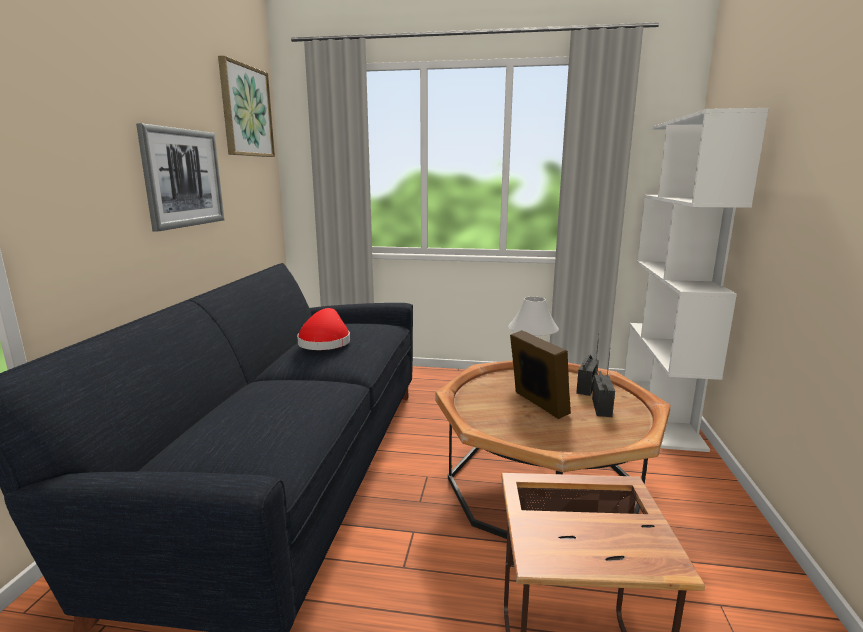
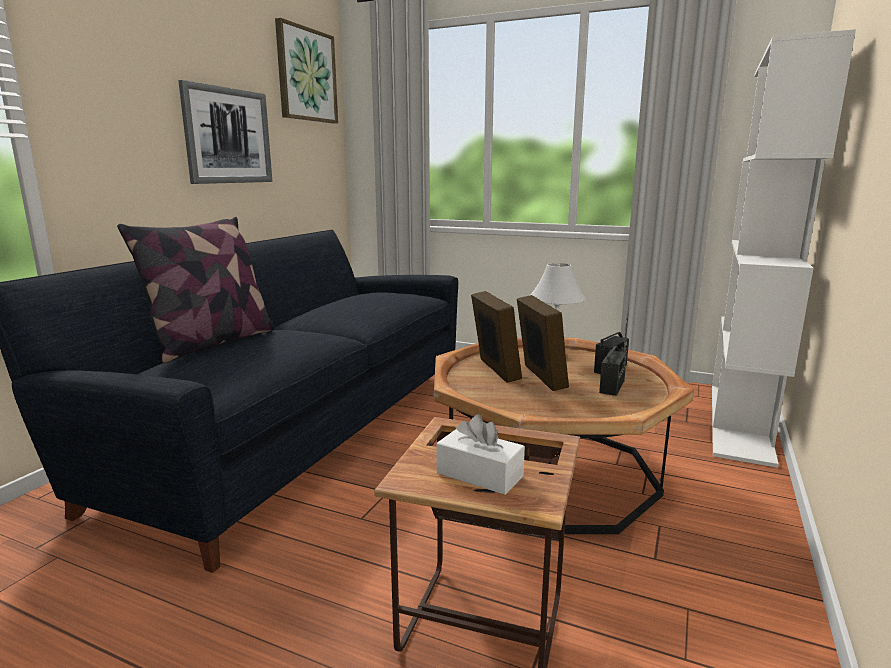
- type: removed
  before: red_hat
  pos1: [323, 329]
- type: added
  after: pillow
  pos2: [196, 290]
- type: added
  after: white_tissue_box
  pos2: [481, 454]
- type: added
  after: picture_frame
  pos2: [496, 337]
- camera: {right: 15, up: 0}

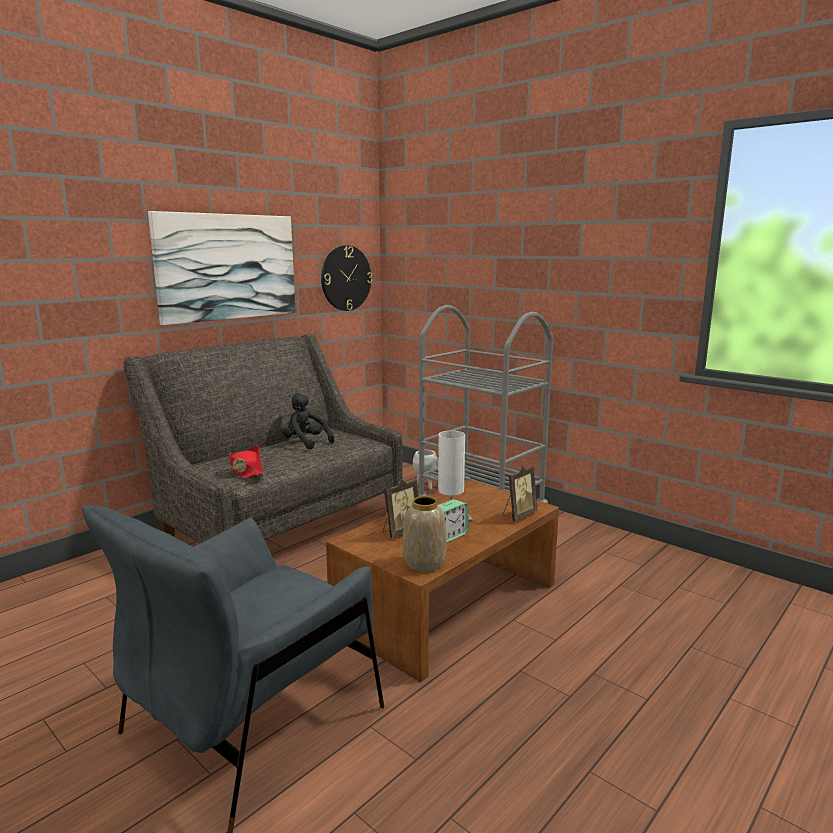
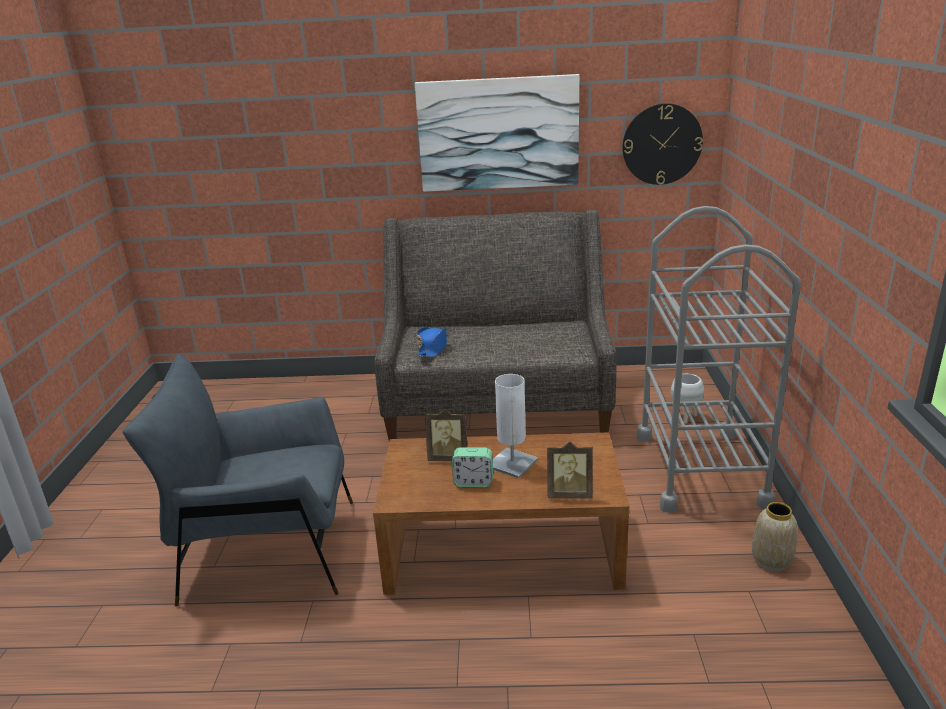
- type: recoloured
  before: red_hat
  after: blue_hat
  pos1: [246, 462]
  pos2: [432, 342]
- type: removed
  before: black_plush_toy
  pos1: [308, 421]
- type: moved
  before: vase
  pos1: [425, 534]
  pos2: [775, 536]
- camera: {right: 50, up: 10}

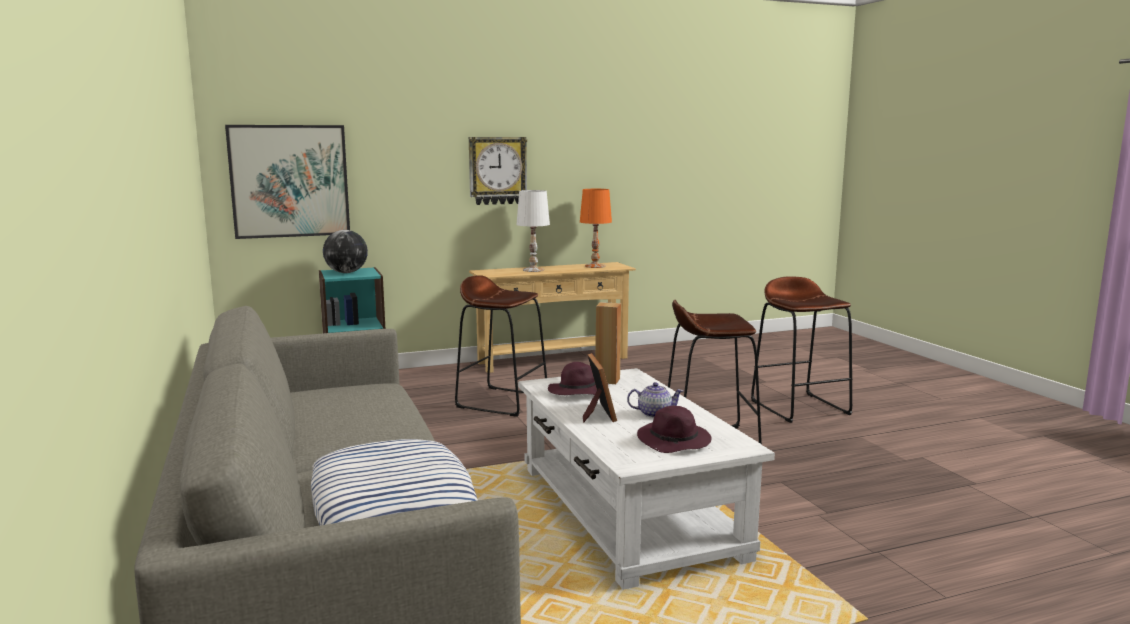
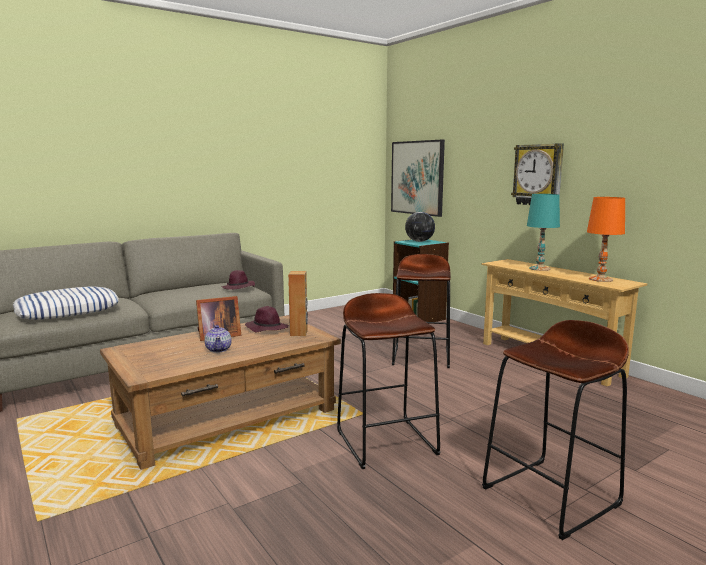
- type: recoloured
  before: white_table_lamp
  after: turquoise_table_lamp
  pos1: [533, 231]
  pos2: [543, 232]
- type: recoloured
  before: white_coffee_table
  after: brown_coffee_table
  pos1: [646, 479]
  pos2: [220, 392]
- type: moved
  before: purple_hat
  pos1: [674, 429]
  pos2: [238, 280]
- camera: {right: 75, up: 0}

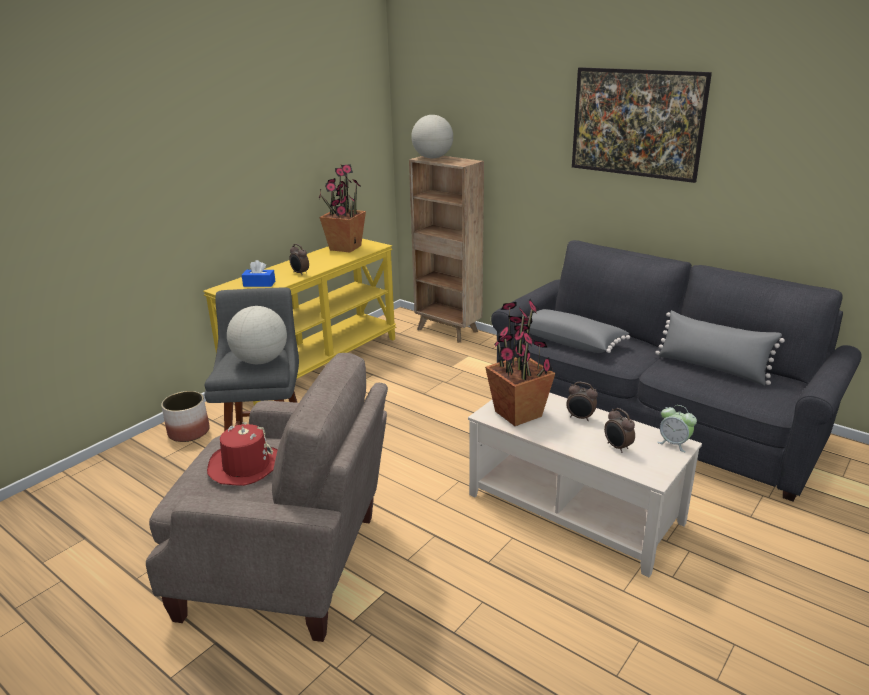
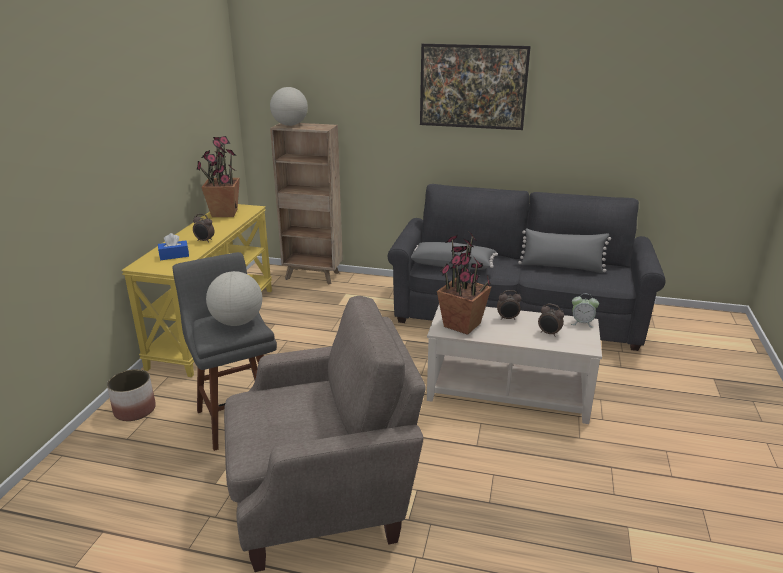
- type: removed
  before: red_hat
  pos1: [242, 454]
- camera: {right: -25, up: 0}

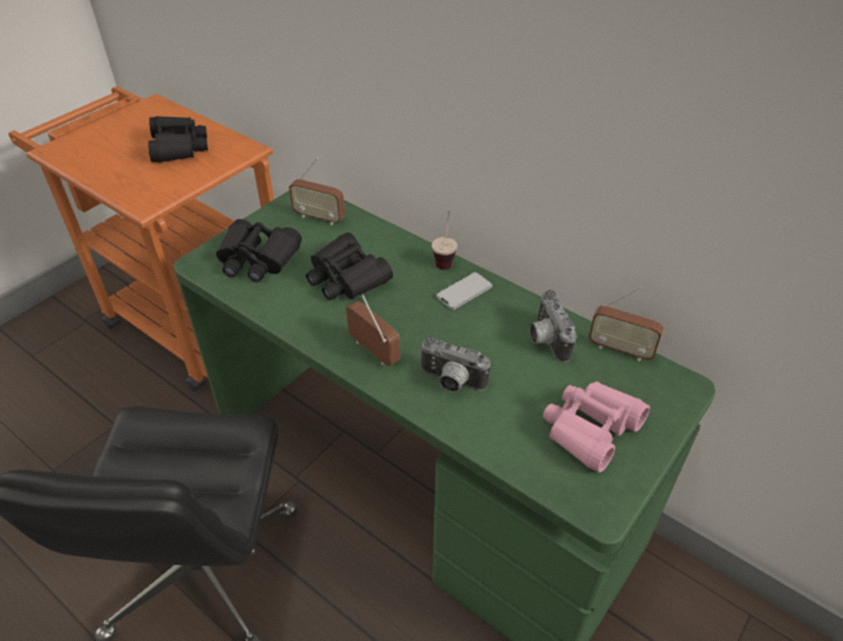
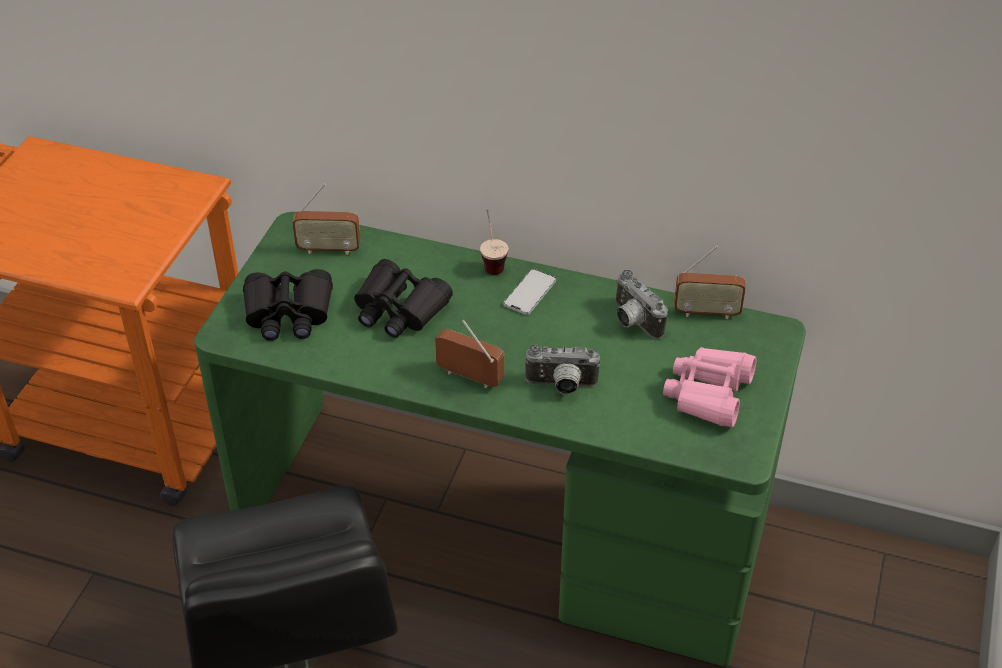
- type: removed
  before: black_binoculars
  pos1: [178, 139]
- camera: {right: -20, up: 0}

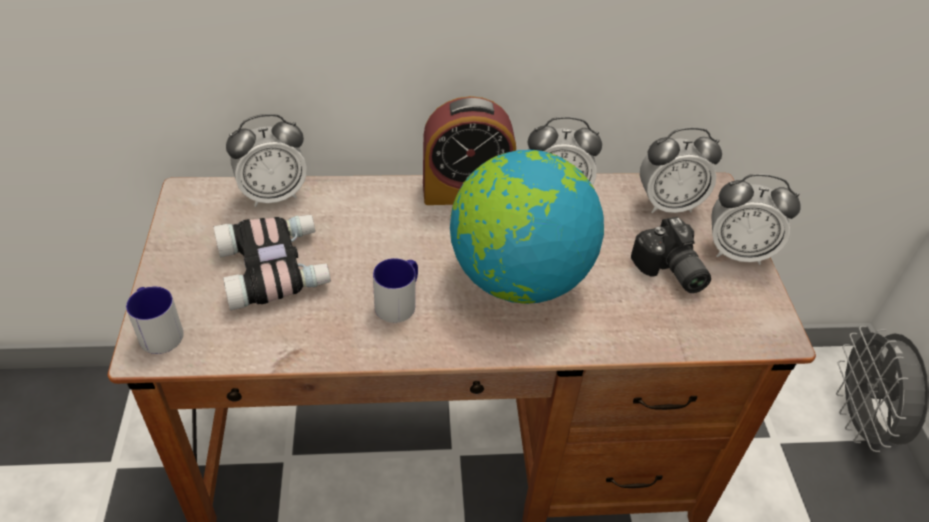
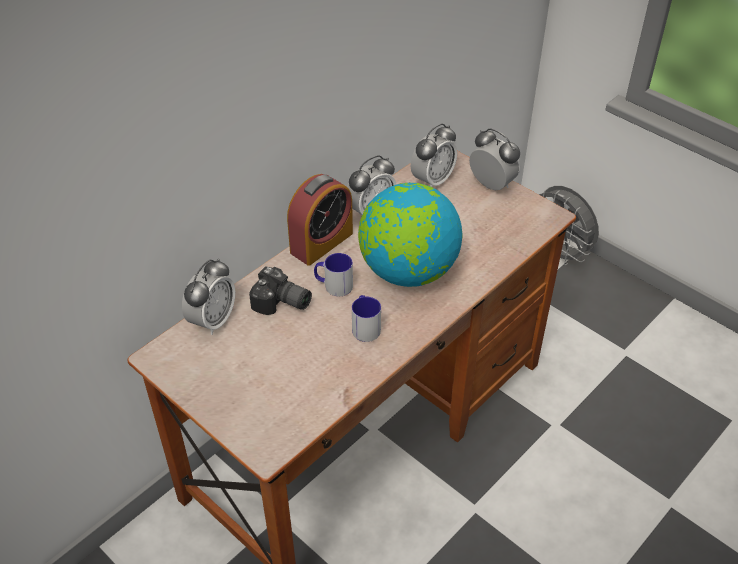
- type: moved
  before: mug
  pos1: [154, 320]
  pos2: [333, 274]
- type: removed
  before: binoculars
  pos1: [272, 262]
- type: moved
  before: photo_camera
  pos1: [671, 255]
  pos2: [280, 291]
- type: turned
  before: alarm_clock
  pos1: [756, 219]
  pos2: [494, 159]
  turn: -105
- camera: {right: -40, up: 0}

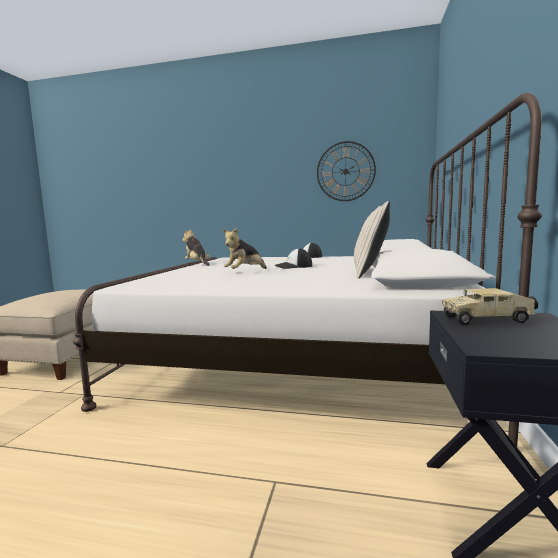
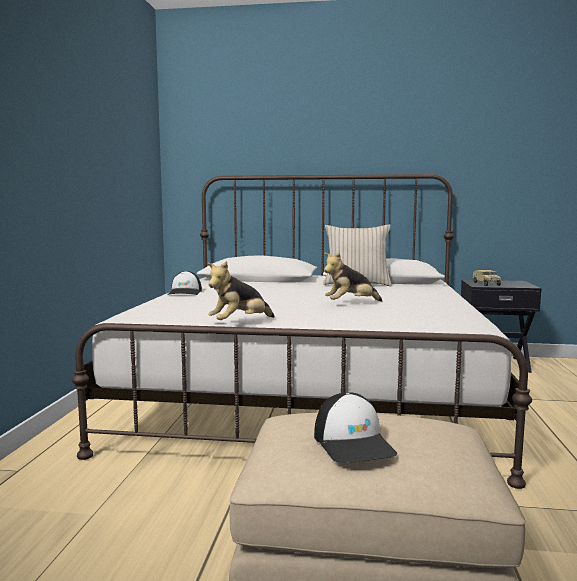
- type: turned
  before: plush_toy
  pos1: [245, 248]
  pos2: [353, 277]
  turn: 120
- type: moved
  before: cap
  pos1: [293, 258]
  pos2: [355, 427]
- type: removed
  before: wall_clock
  pos1: [346, 171]
- camera: {right: -95, up: 0}

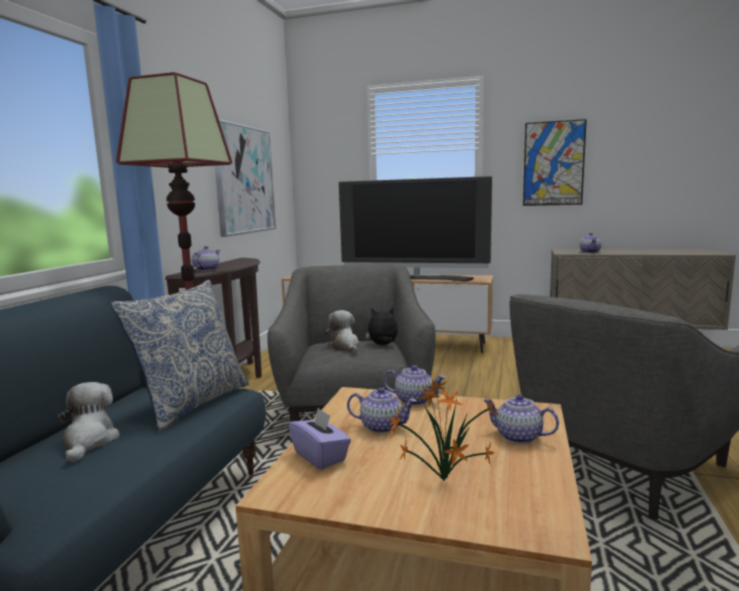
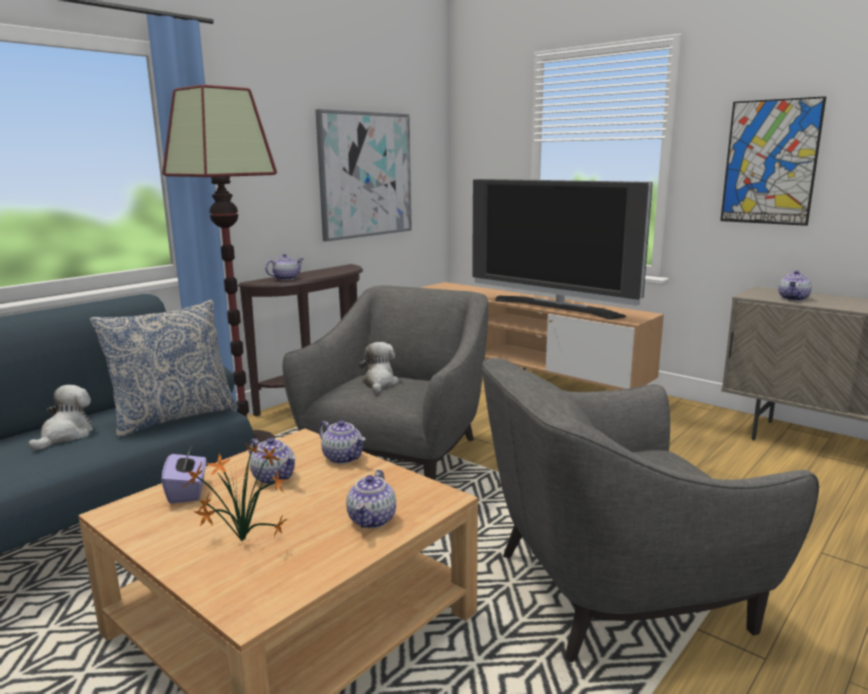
- type: removed
  before: plush_toy
  pos1: [381, 326]
- type: turned
  before: teapot
  pos1: [521, 419]
  pos2: [371, 499]
  turn: -135
- camera: {right: 25, up: 5}

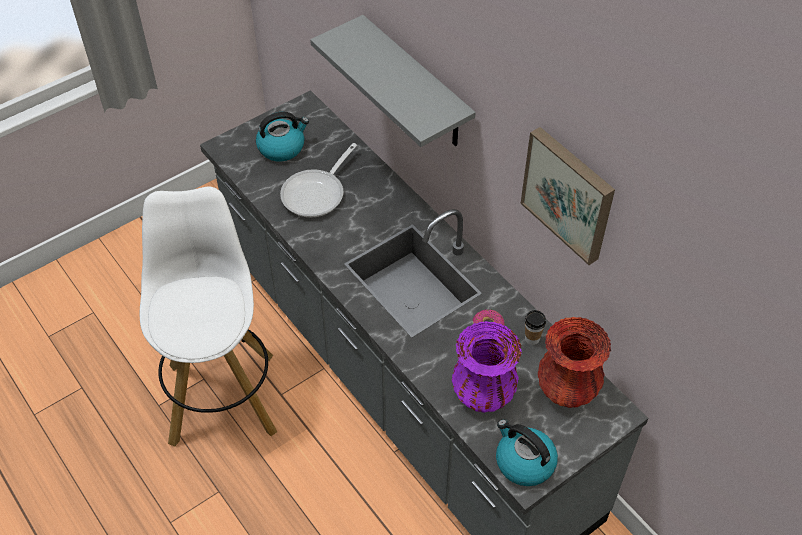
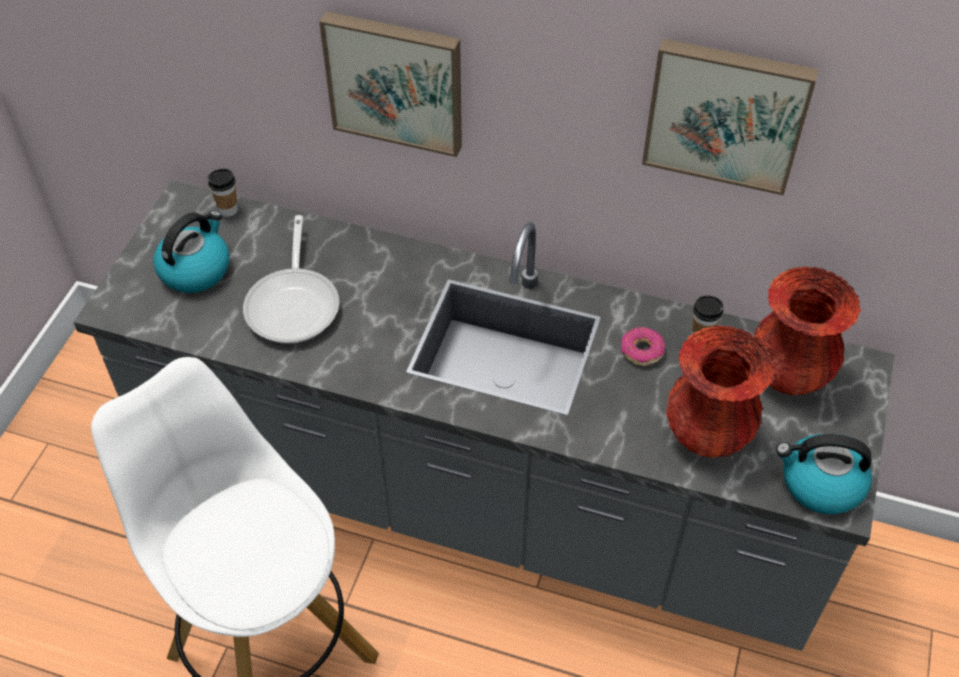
- type: replaced
  before: grey_shelf
  after: picture
  pos1: [393, 81]
  pos2: [390, 84]
- type: recoloured
  before: purple_vase
  after: red_vase
  pos1: [487, 367]
  pos2: [720, 391]
- type: added
  after: cup
  pos2: [223, 192]
- camera: {right: -35, up: 0}

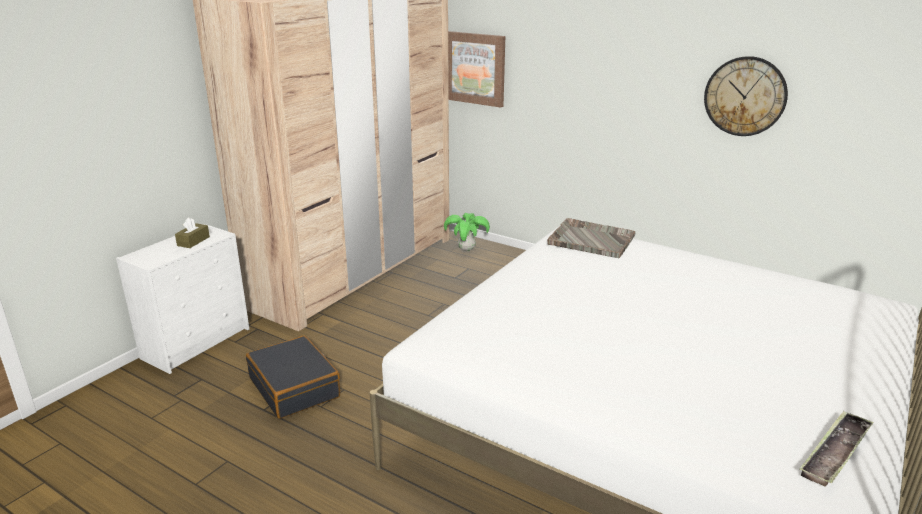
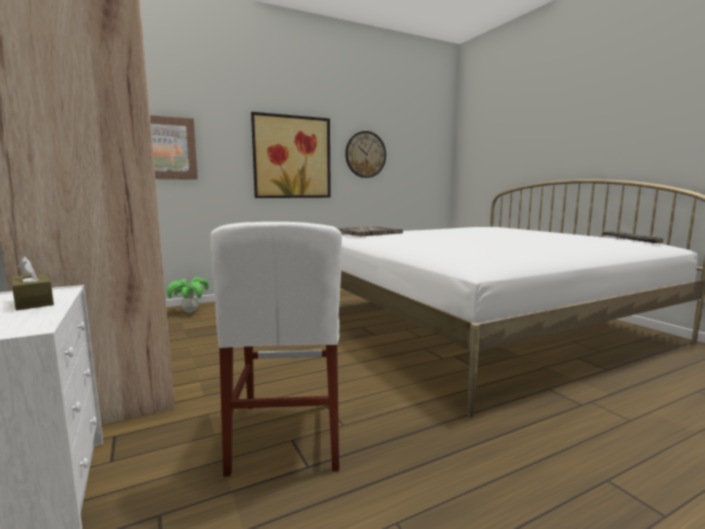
- type: replaced
  before: black_suitcase
  after: white_chair
  pos1: [293, 377]
  pos2: [276, 349]
- type: added
  after: picture
  pos2: [291, 155]
- camera: {right: -60, up: -15}

